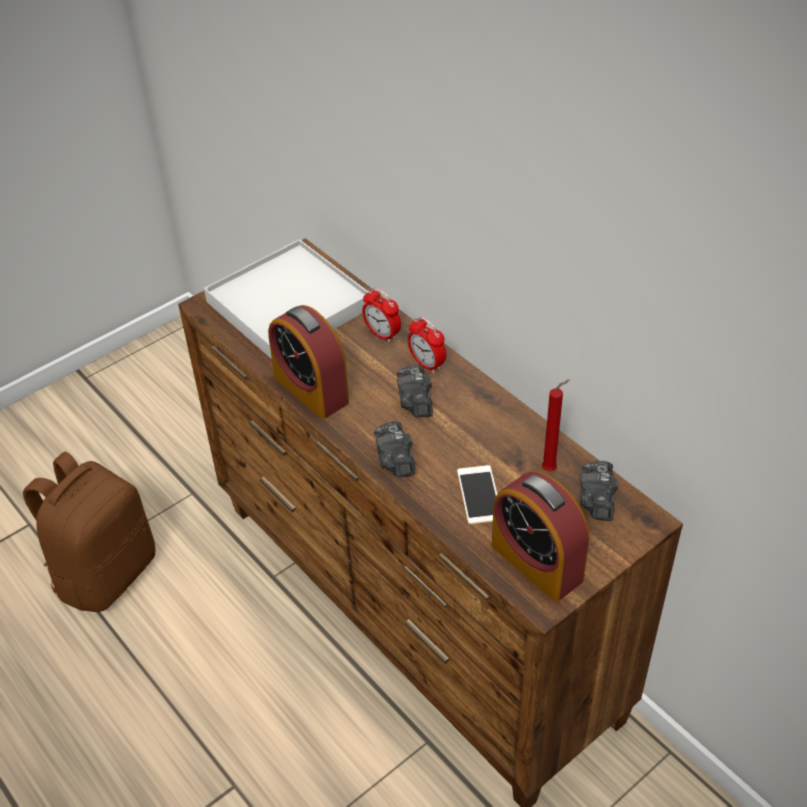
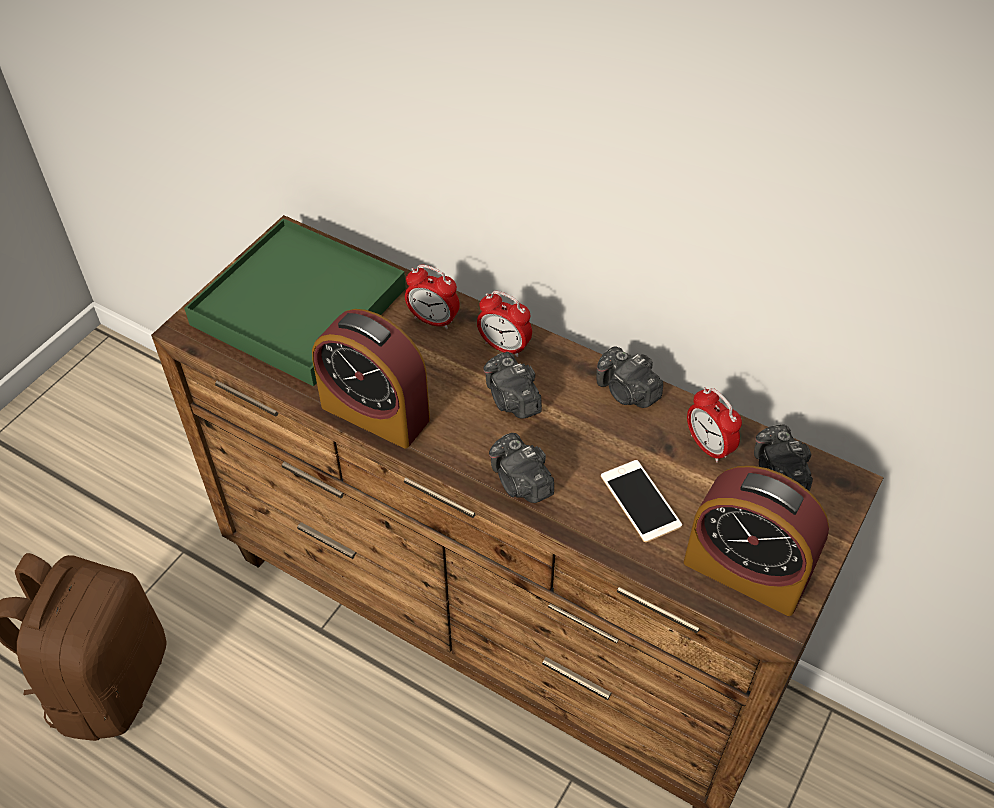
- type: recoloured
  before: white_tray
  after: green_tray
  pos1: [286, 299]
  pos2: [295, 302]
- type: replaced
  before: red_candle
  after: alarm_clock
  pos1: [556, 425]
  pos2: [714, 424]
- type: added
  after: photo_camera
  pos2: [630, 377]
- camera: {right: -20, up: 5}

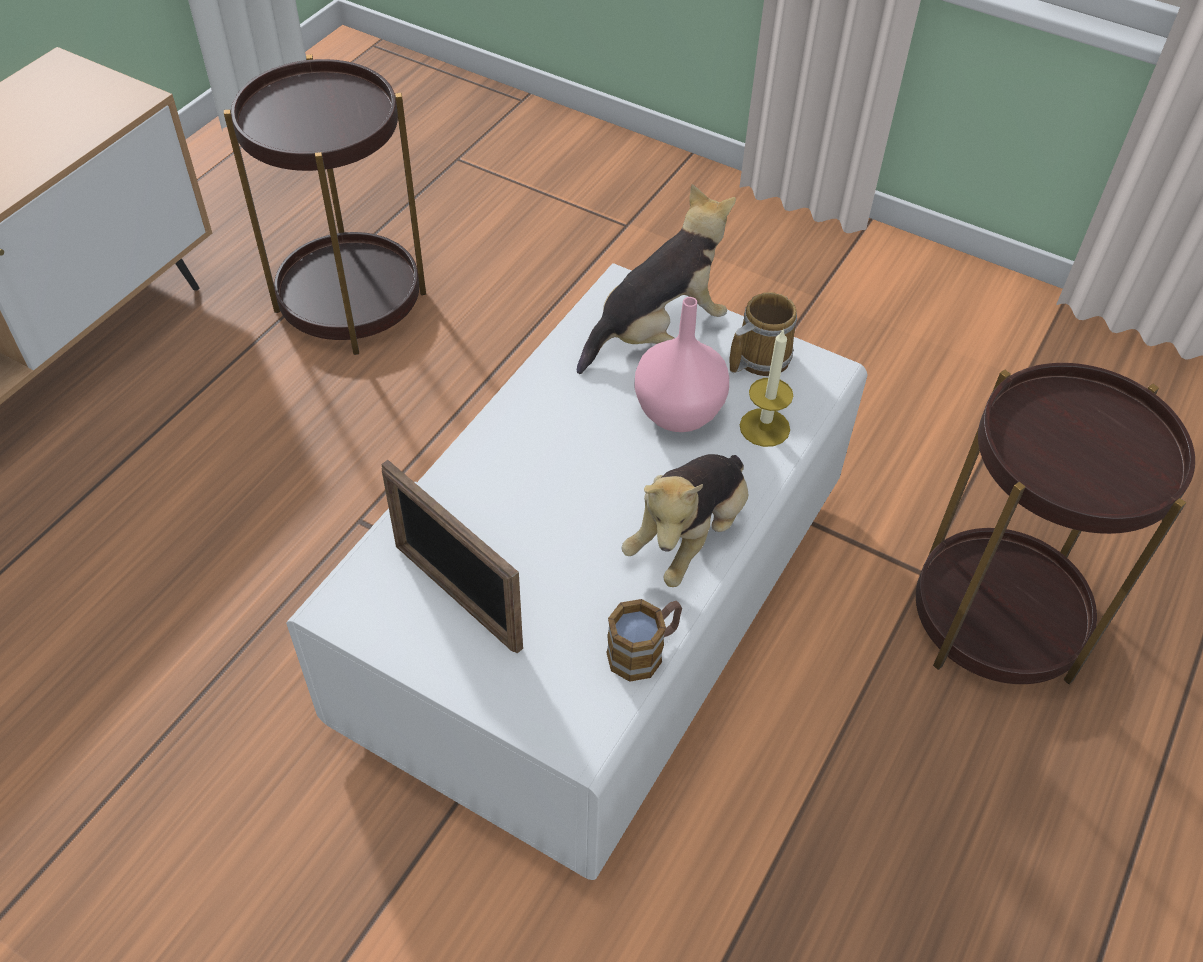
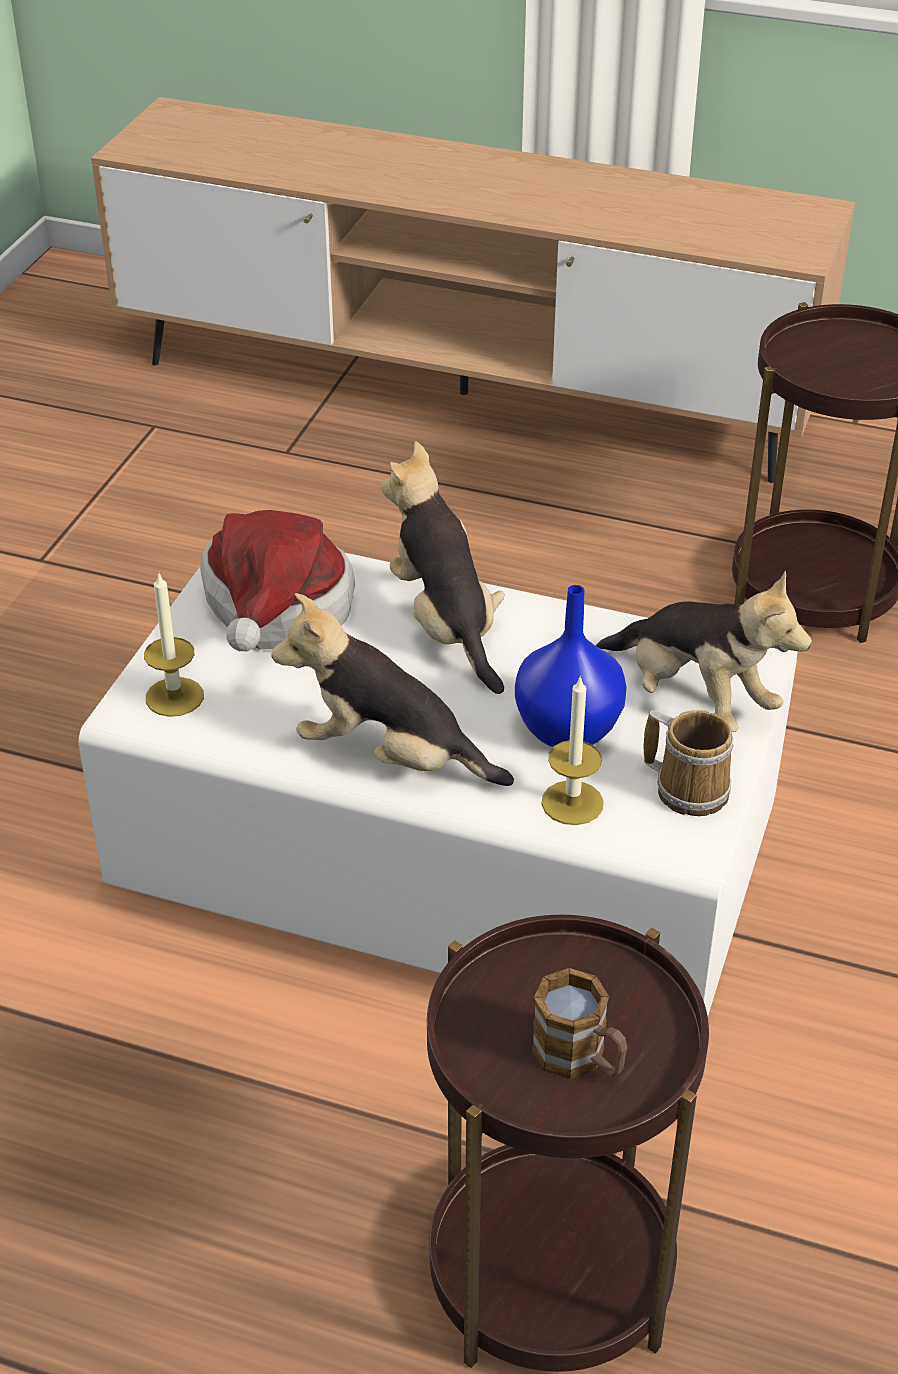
- type: replaced
  before: picture_frame
  after: hat
  pos1: [452, 556]
  pos2: [277, 580]
- type: moved
  before: mug
  pos1: [644, 640]
  pos2: [579, 1023]
- type: recoloured
  before: pink_vase
  after: blue_vase
  pos1: [682, 364]
  pos2: [571, 666]
- type: added
  after: candle
  pos2: [174, 645]
- type: added
  after: plush_toy
  pos2: [443, 567]
- camera: {right: 80, up: -10}

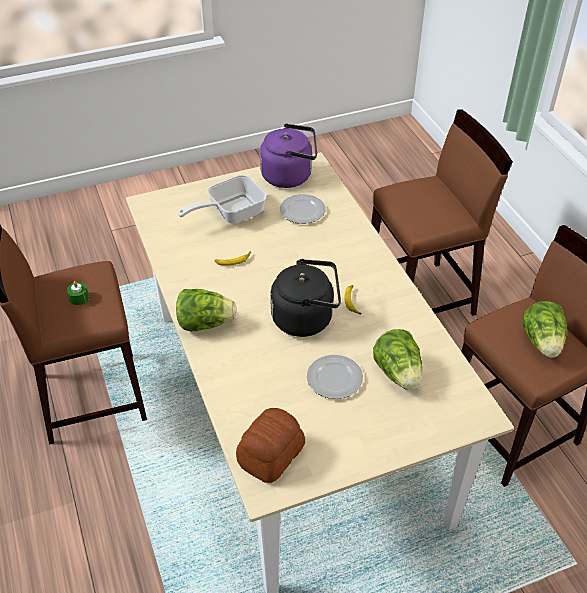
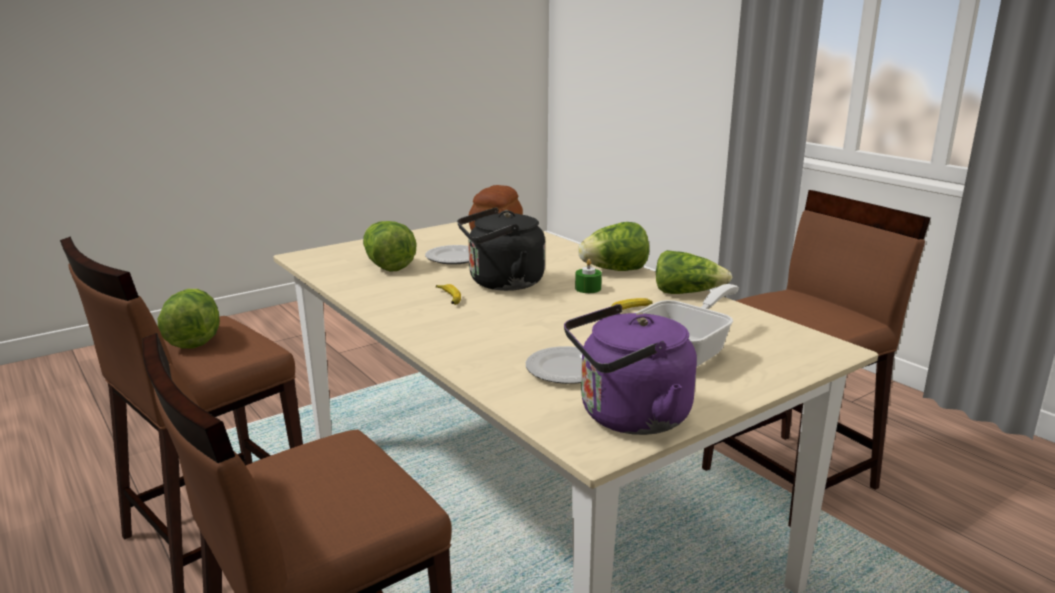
- type: moved
  before: green_candle
  pos1: [78, 293]
  pos2: [588, 276]
- type: added
  after: lettuce
  pos2: [694, 272]
- camera: {right: 165, up: -25}

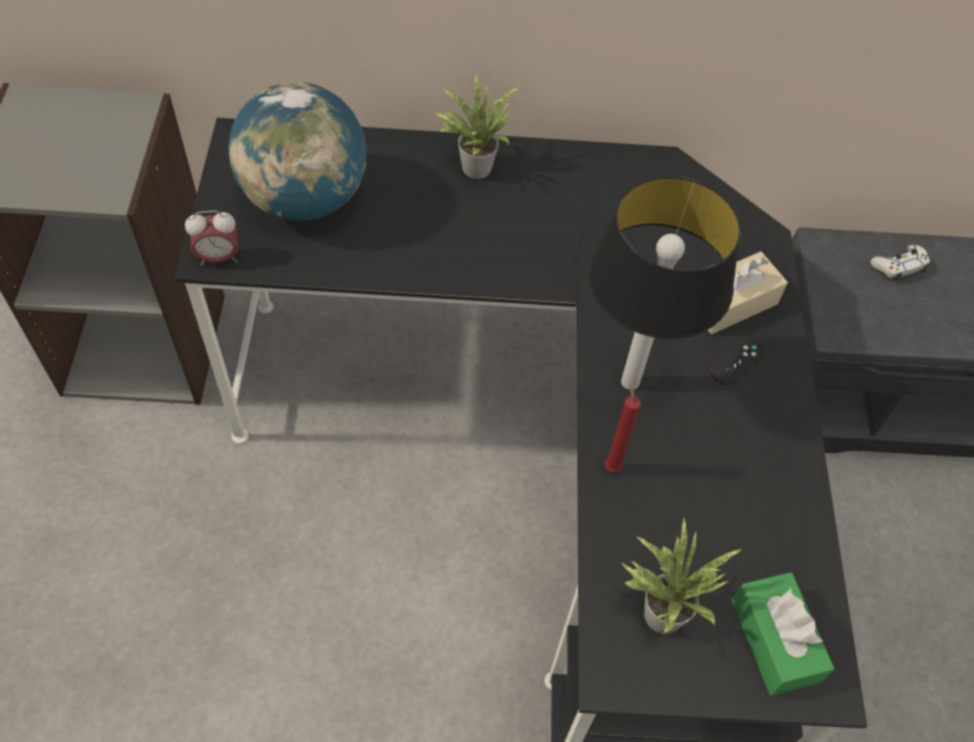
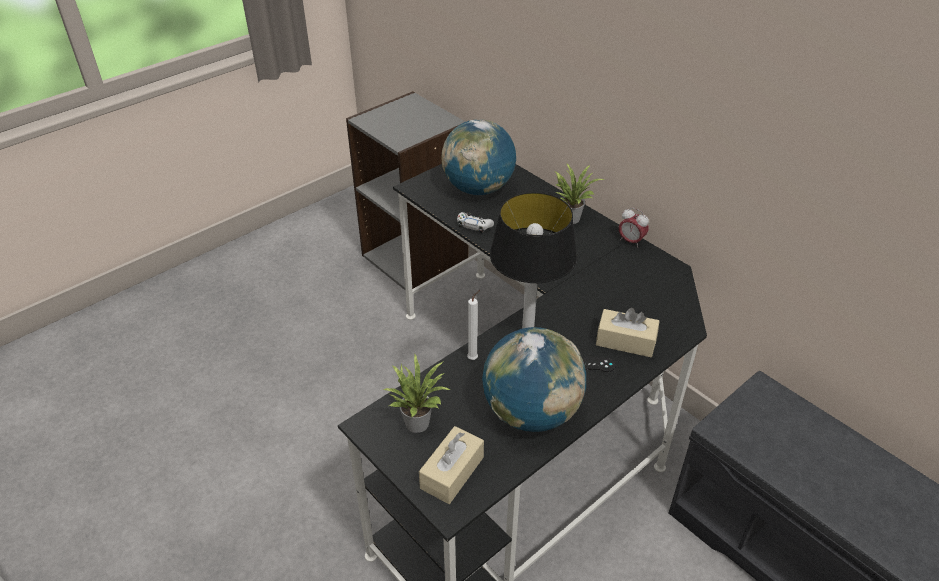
- type: moved
  before: alarm_clock
  pos1: [211, 238]
  pos2: [634, 227]
- type: recoloured
  before: red_candle
  after: white_candle
  pos1: [623, 426]
  pos2: [473, 325]
- type: recoloured
  before: green_tissue_box
  after: beige_tissue_box
  pos1: [783, 634]
  pos2: [451, 465]
- type: moved
  before: white_game_controller
  pos1: [900, 263]
  pos2: [475, 222]
- type: added
  after: globe
  pos2: [534, 379]
- camera: {right: 50, up: -15}

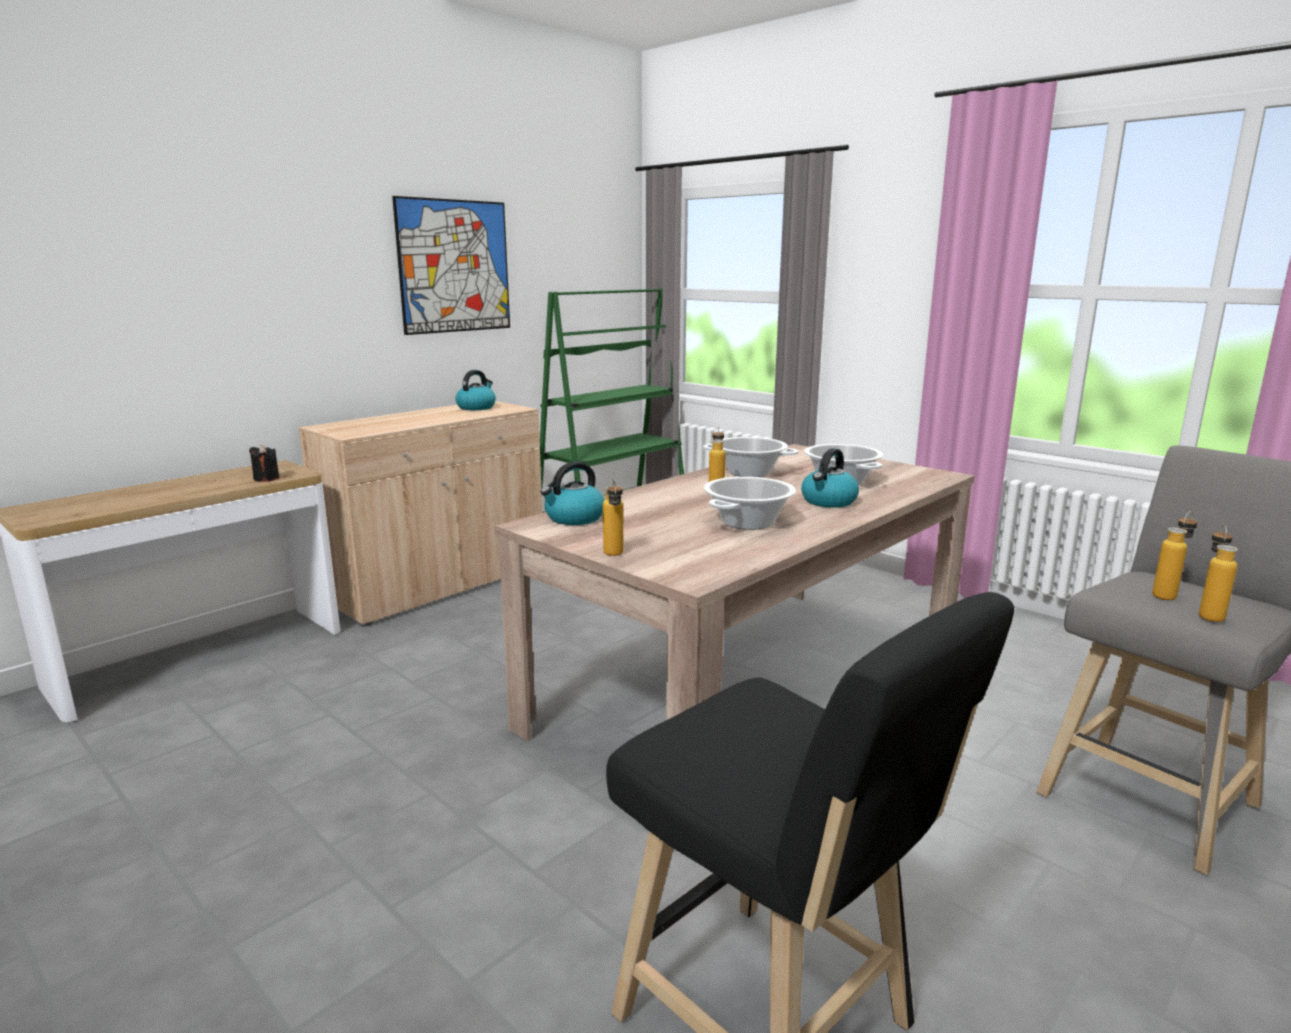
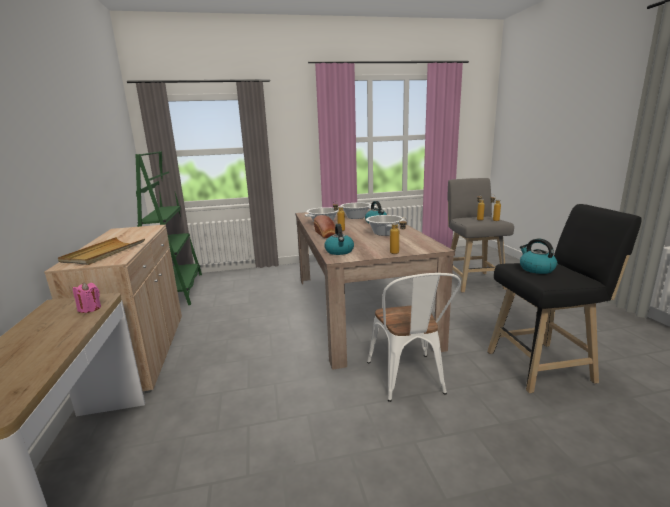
- type: recoloured
  before: black_candle
  after: pink_candle
  pos1: [264, 463]
  pos2: [87, 298]
- type: removed
  before: picture
  pos1: [451, 265]
- type: moved
  before: kettle
  pos1: [476, 390]
  pos2: [538, 256]
- type: added
  after: beige_tray
  pos2: [101, 251]
- type: added
  after: bread
  pos2: [324, 226]
- type: added
  after: white_chair
  pos2: [414, 337]
- camera: {right: -55, up: 0}

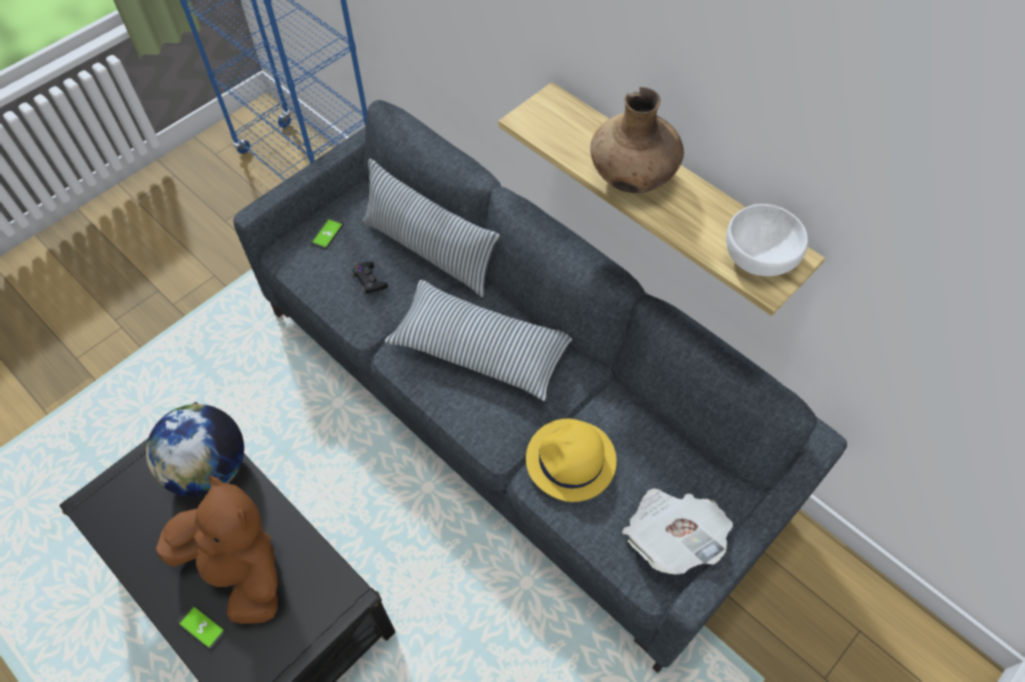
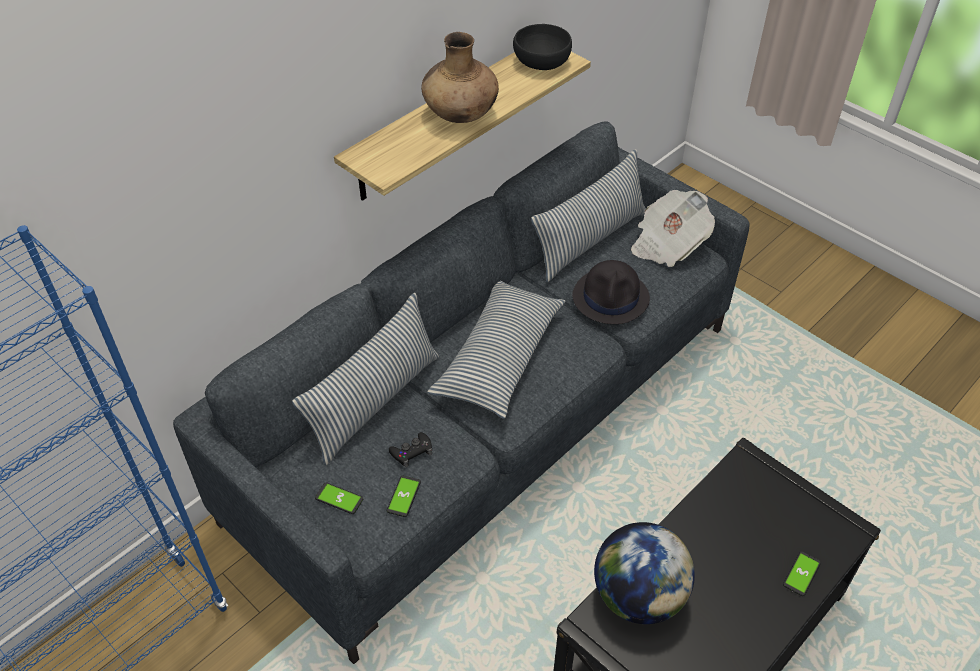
- type: removed
  before: brown_plush_toy
  pos1: [217, 549]
- type: recoloured
  before: yellow_hat
  after: black_hat
  pos1: [571, 460]
  pos2: [611, 292]
- type: recoloured
  before: white_bowl
  after: black_bowl
  pos1: [767, 240]
  pos2: [542, 47]
- type: added
  after: phone
  pos2: [404, 496]
- type: added
  after: pillow
  pos2: [588, 215]
- camera: {right: -90, up: -10}

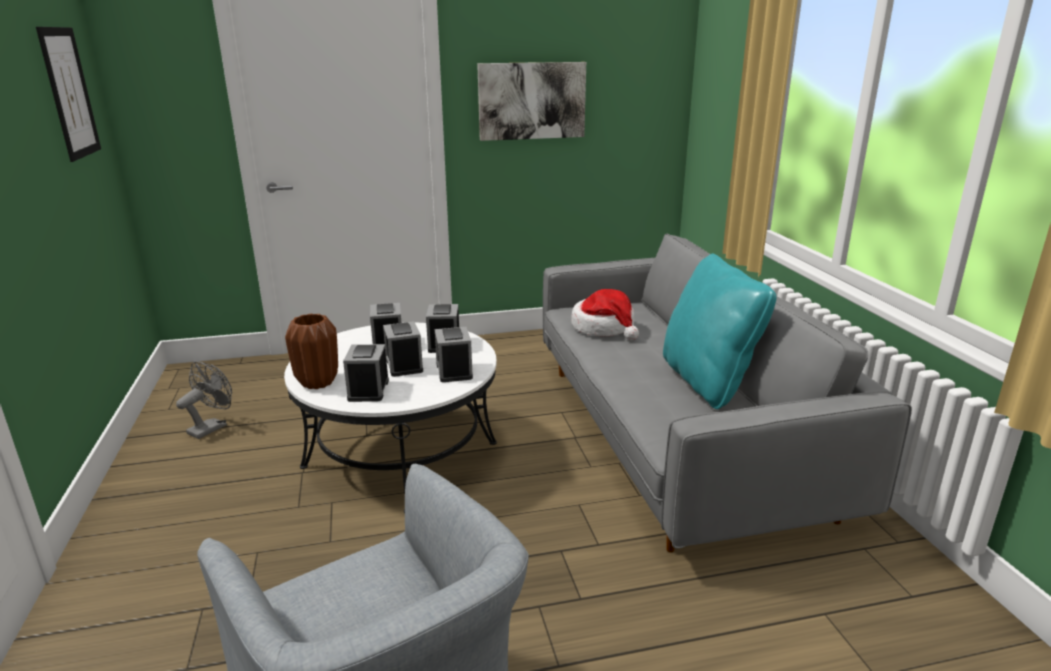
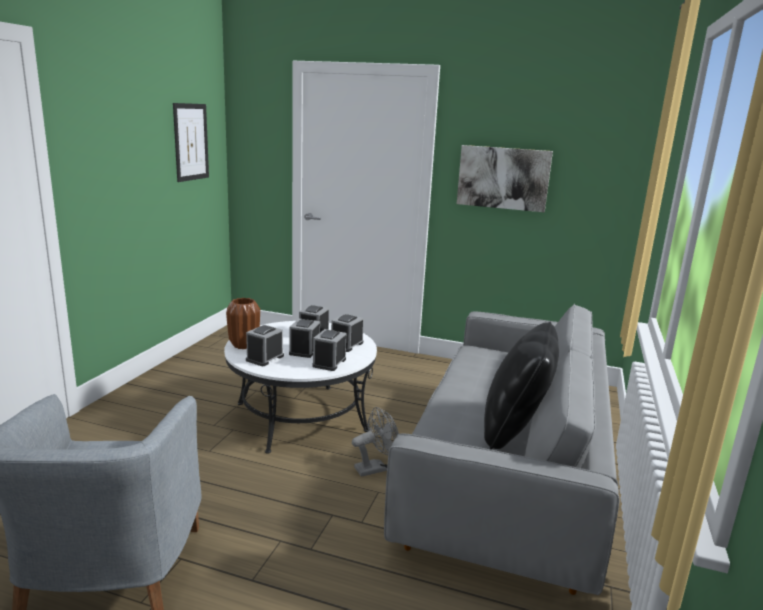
- type: moved
  before: grey_fan
  pos1: [204, 400]
  pos2: [375, 442]
- type: removed
  before: hat
  pos1: [605, 314]
- type: recoloured
  before: turquoise_pillow
  after: black_pillow
  pos1: [720, 331]
  pos2: [521, 385]
- camera: {right: 30, up: -5}

